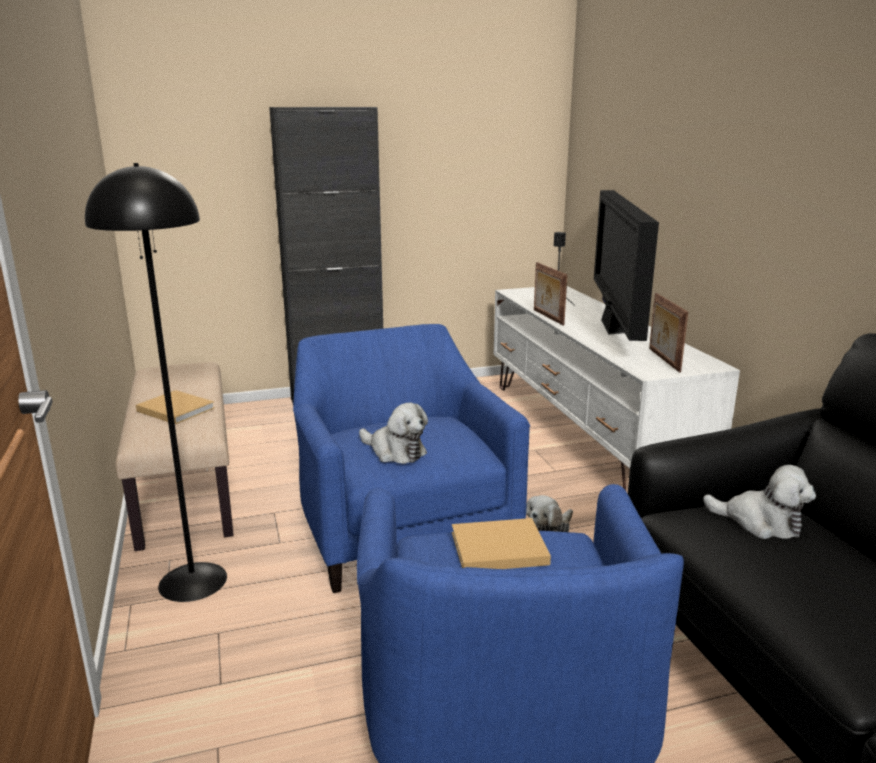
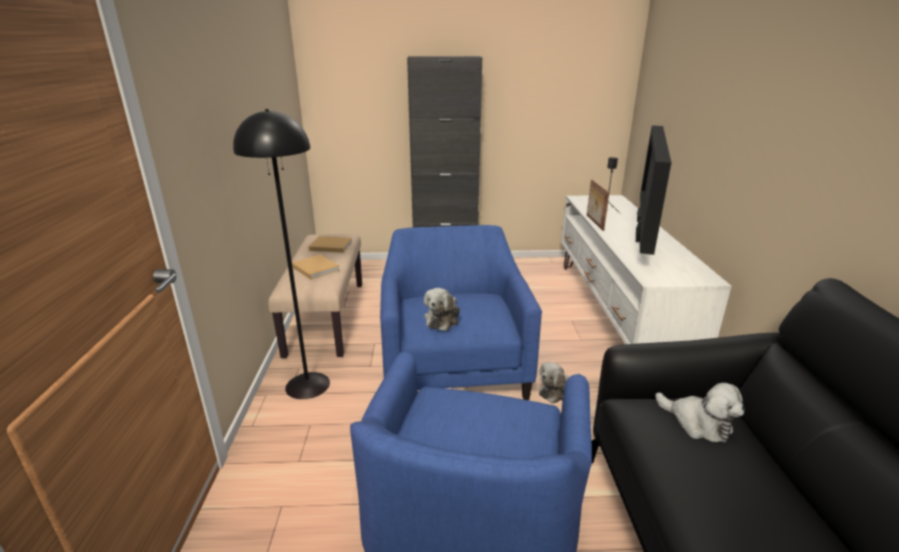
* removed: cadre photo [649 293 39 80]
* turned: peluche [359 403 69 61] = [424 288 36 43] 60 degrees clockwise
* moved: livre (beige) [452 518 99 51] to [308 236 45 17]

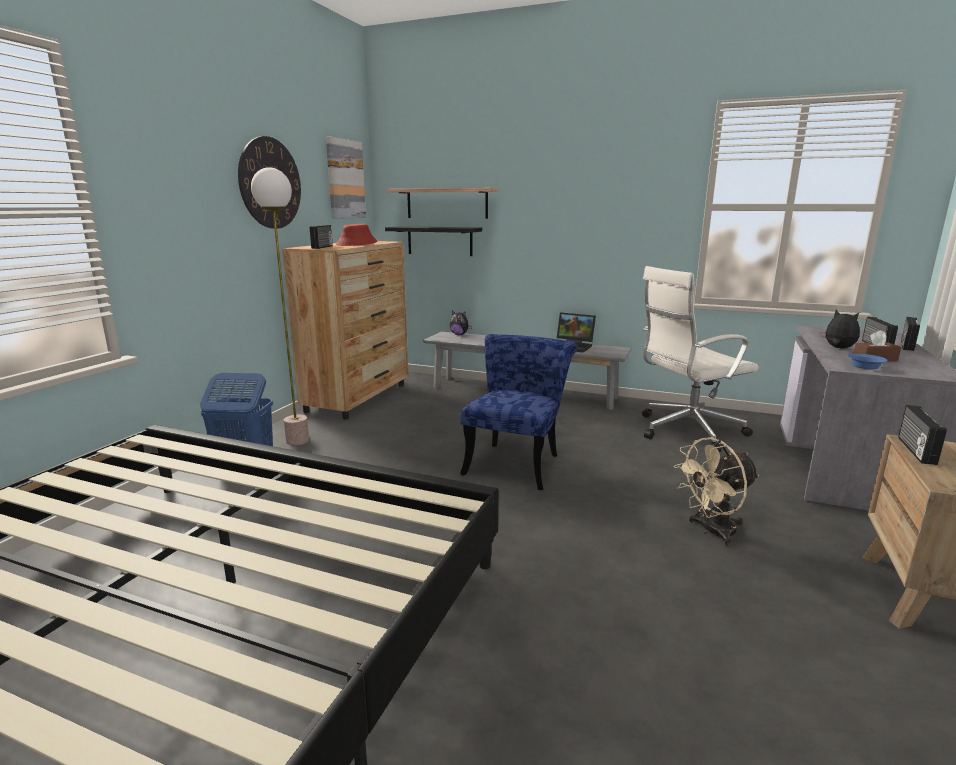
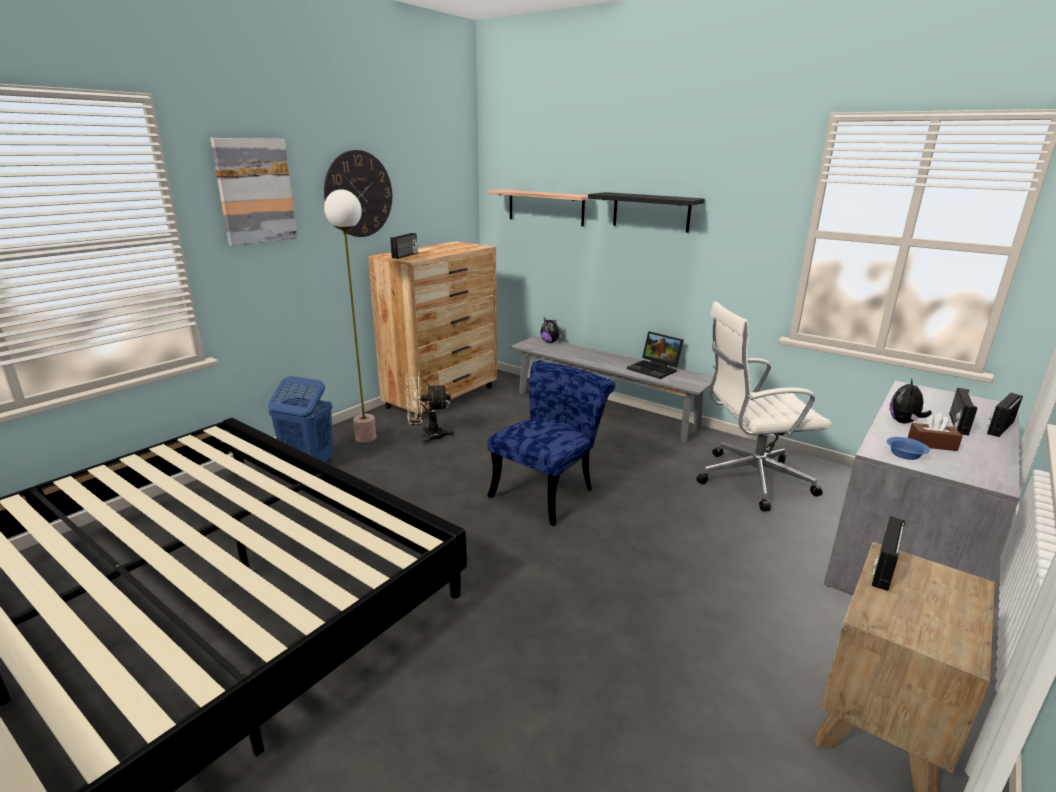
* moved: tableau [326 136 40 83] to [210 138 87 108]
* removed: chapeau (rouge) [336 224 42 22]
* moved: étagère (noir) [385 226 97 30] to [588 192 117 41]
* turned: peluche [820 310 40 39] = [890 378 42 45] 135 degrees counterclockwise
* moved: ventilateur (beige) [674 437 85 110] to [406 373 48 72]

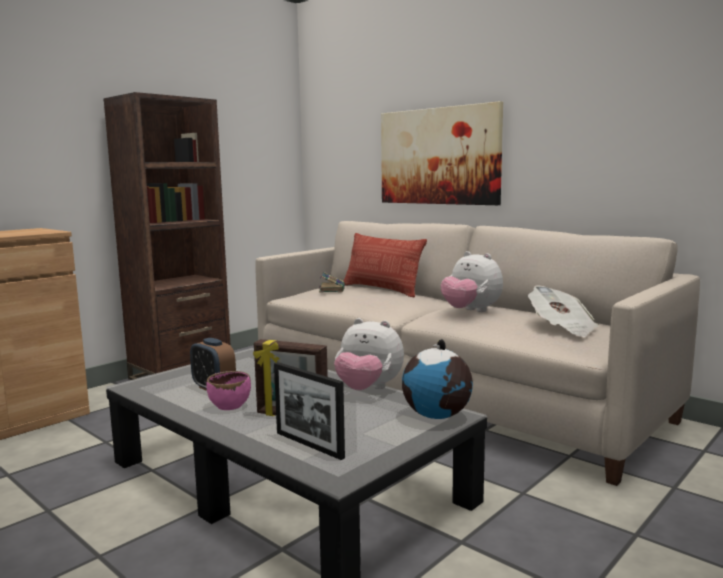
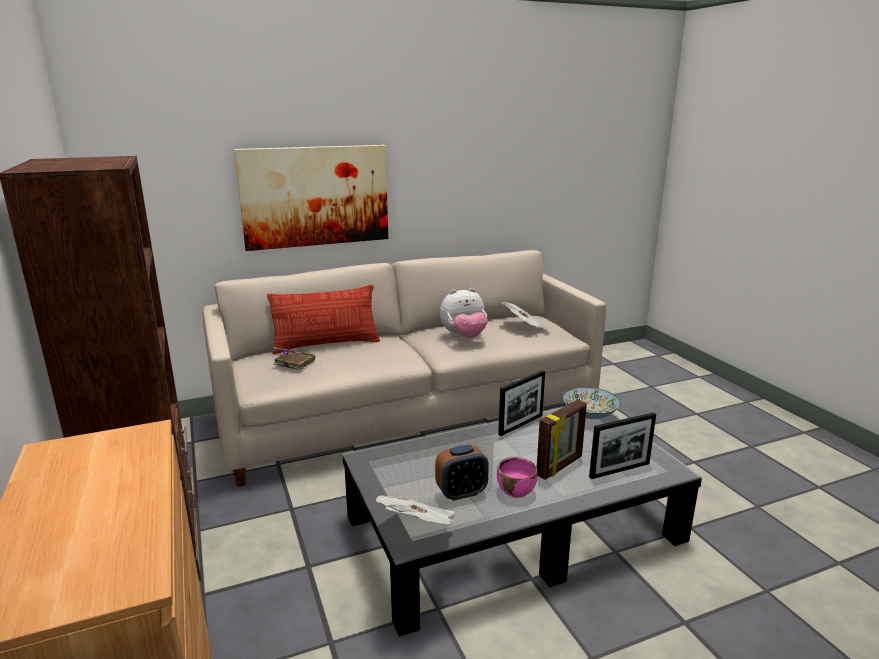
* replaced: peluche [334 318 70 72] to cadre photo [498 370 47 66]
* replaced: globe [402 339 71 80] to bol [563 387 58 32]
* added: journal [376 495 79 30]

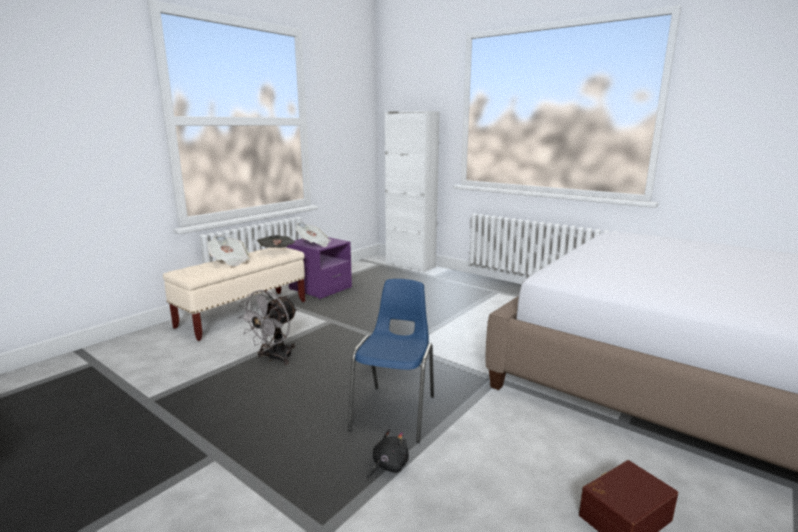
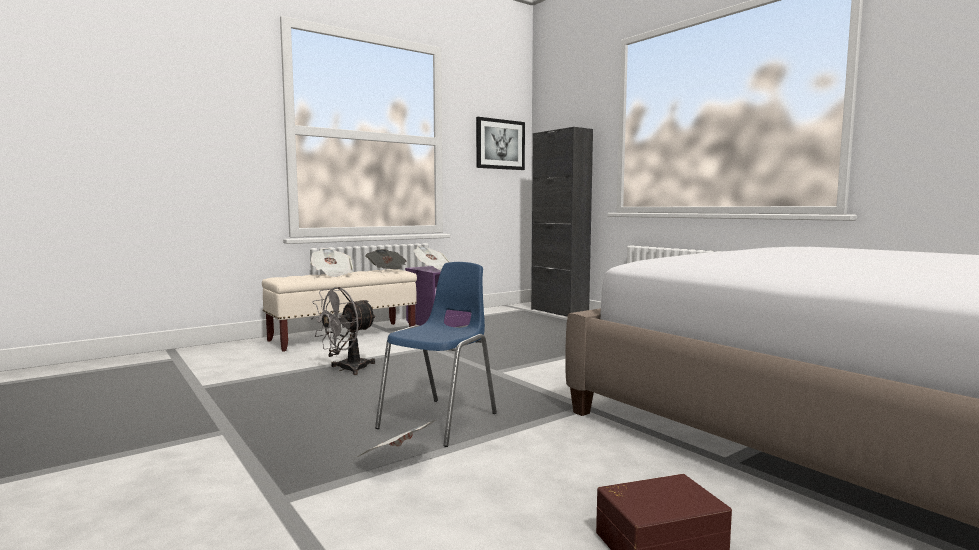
* recoloured: meuble de rangement (blanc) [385 111 55 161] to meuble de rangement (noir) [531 127 62 190]
* replaced: peluche (noir) [367 429 42 51] to journal [357 420 79 37]
* added: tableau [476 117 49 53]

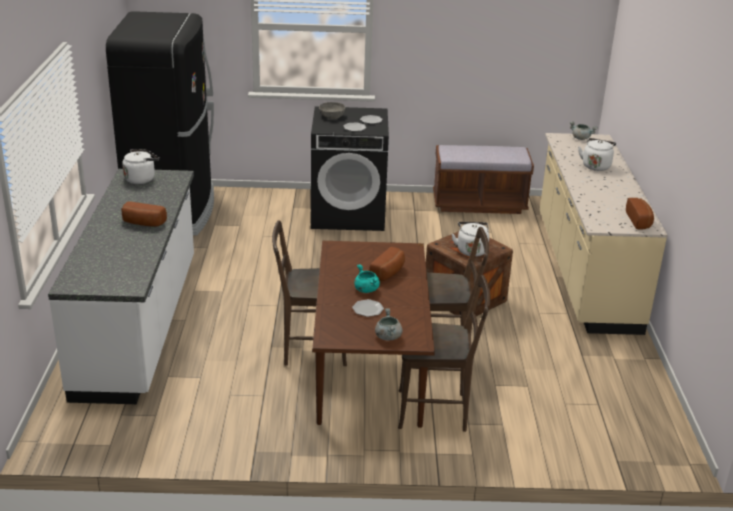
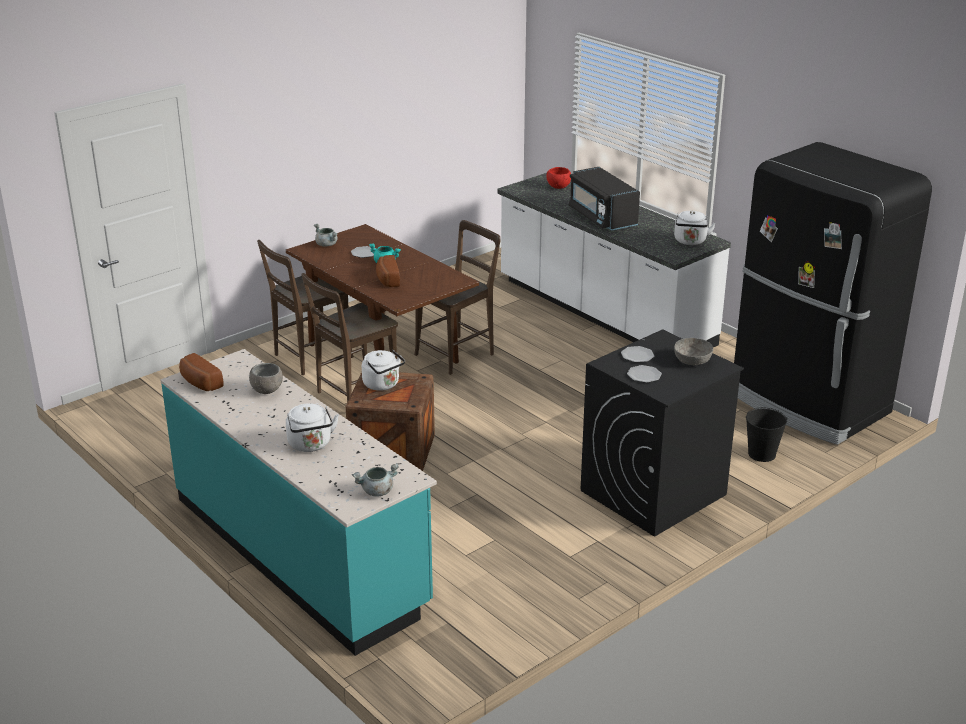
* recoloured: comptoir de cuisine (beige) [540 133 128 202] to comptoir de cuisine (turquoise) [160 349 277 307]
* removed: banc (marron) [433 145 101 69]
* replaced: pain [121 201 46 25] to micro-ondes (noir) [569 167 71 63]
* added: bol (rouge) [546 167 25 22]
* added: bol (gris) [249 363 34 31]
* added: seau (noir) [746 407 41 55]

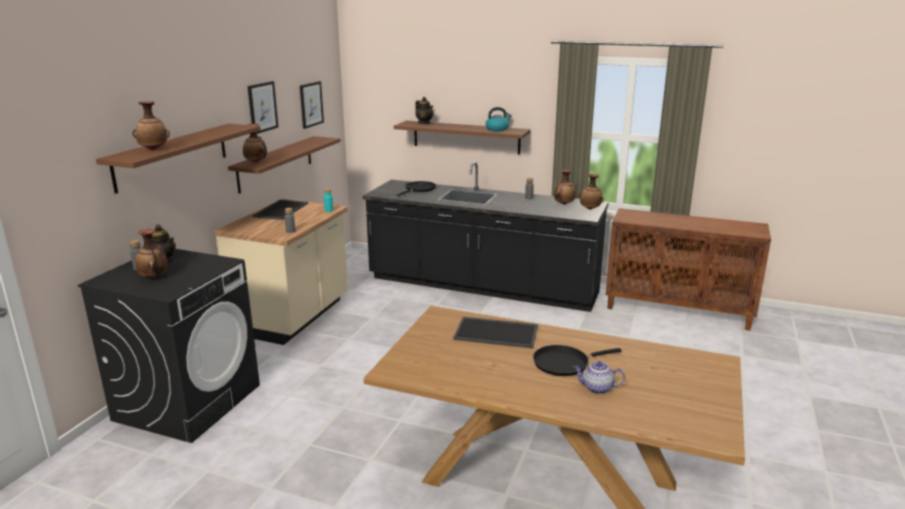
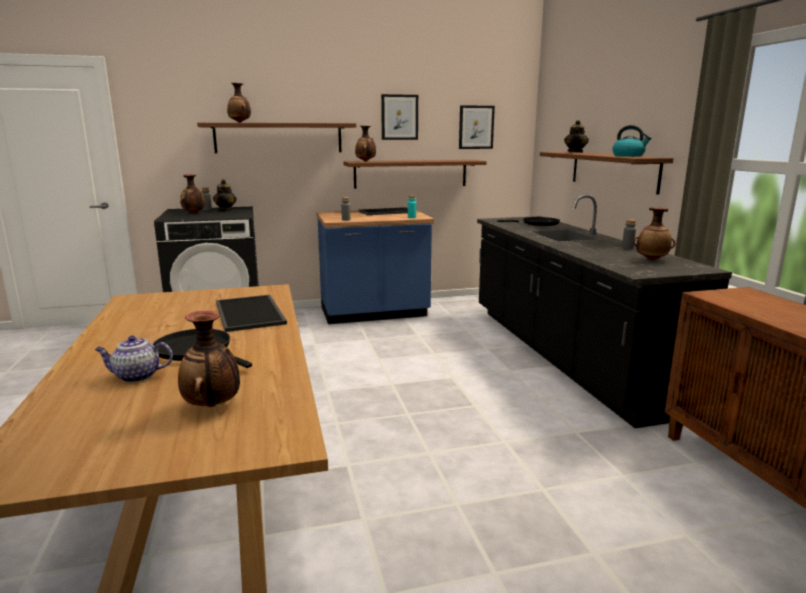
* moved: vase [579 174 25 36] to [178 311 62 96]
* recoloured: comptoir de cuisine (beige) [215 199 133 146] to comptoir de cuisine (bleu) [316 210 118 114]
* turned: théière [573 361 52 33] = [94 336 79 47] 75 degrees counterclockwise

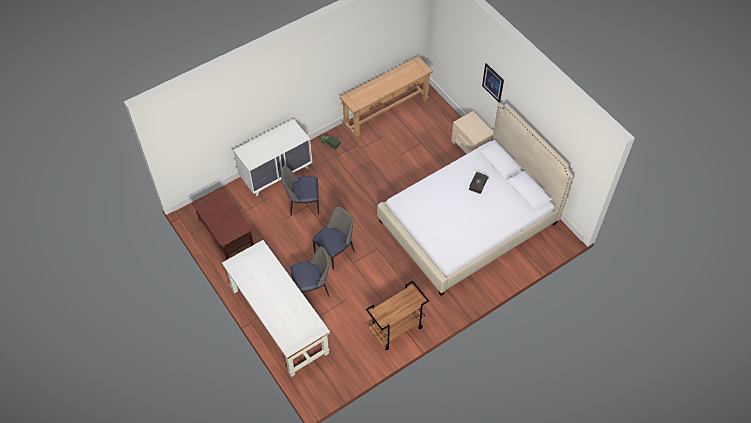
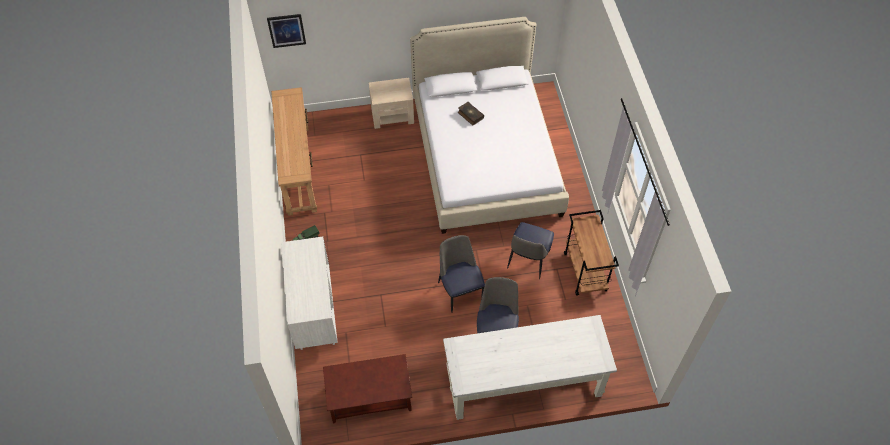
* moved: tableau [482 63 22 39] to [267 14 39 34]
* moved: chaise [281 165 38 50] to [507 222 47 57]

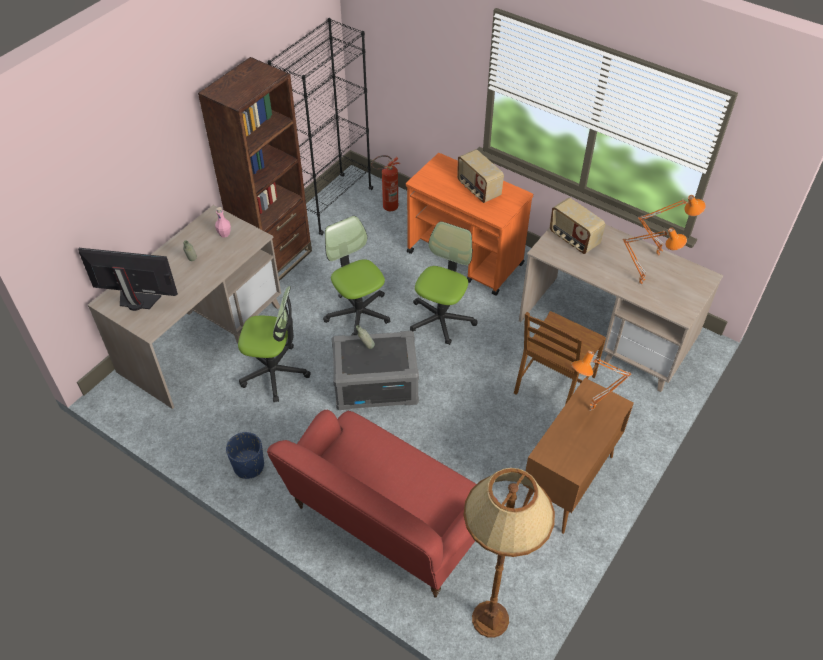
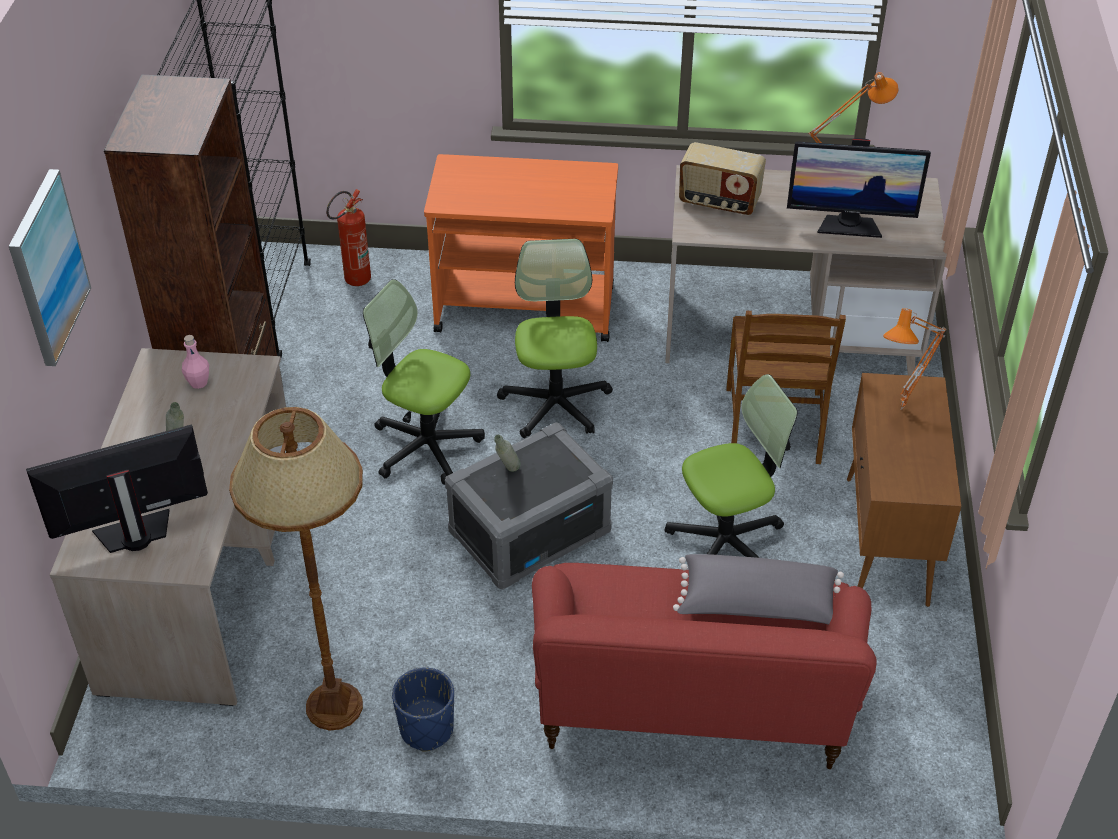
* removed: radio [457 149 47 54]
* replaced: lampe de table (orange) [623 228 64 57] to écran d'ordinateur [787 138 144 100]
* moved: chaise de bureau [238 286 73 117] to [665 374 133 184]
* moved: lampadaire (marron) [463 468 92 170] to [229 407 134 324]
* added: tableau [9 169 82 197]
* added: coussin (gris) [673 554 171 71]

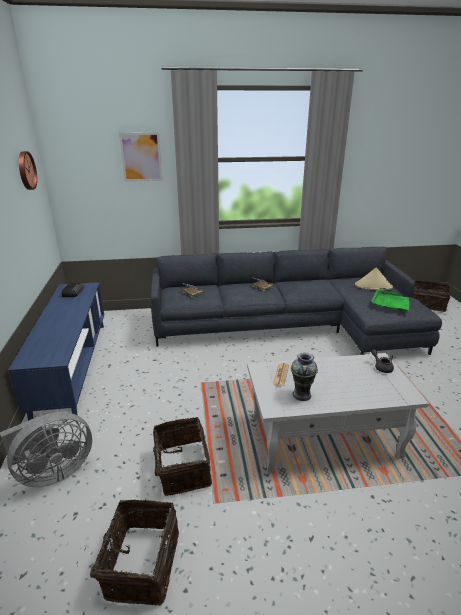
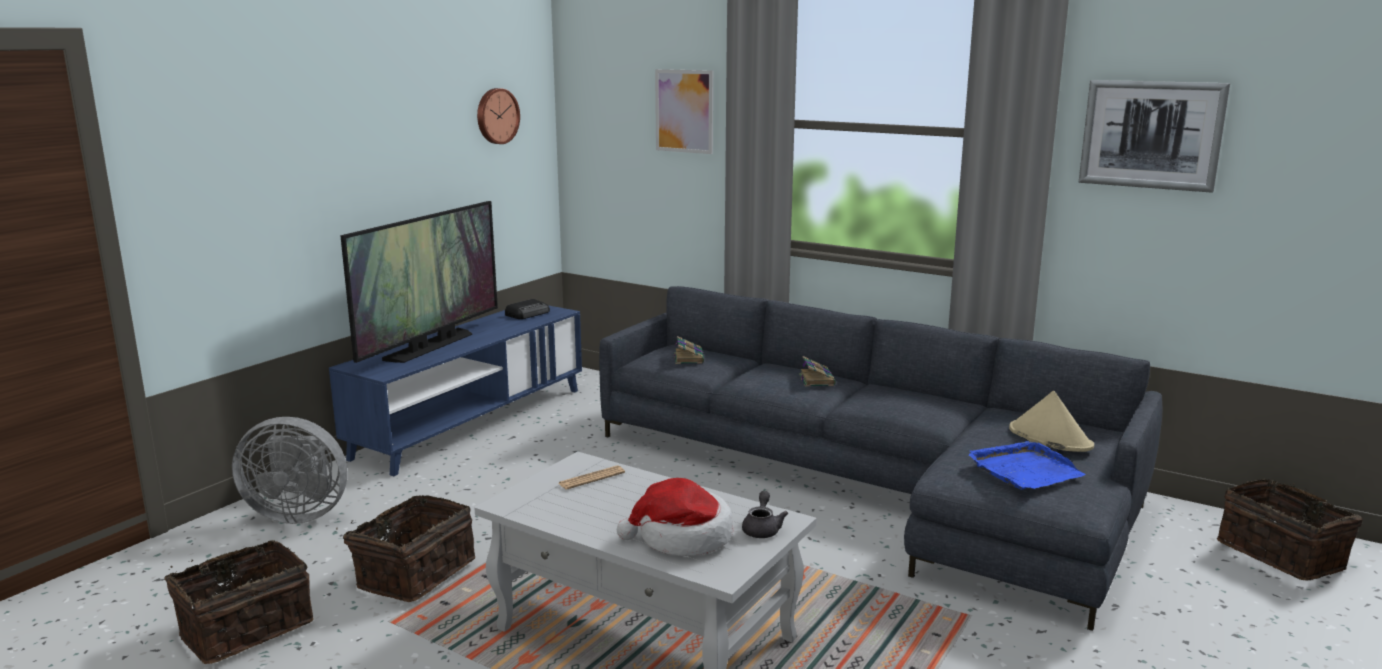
* recoloured: plateau (vert) [371 290 38 21] to plateau (bleu) [969 441 117 49]
* removed: vase [291 352 27 49]
* added: tableau [1079 80 151 113]
* added: téléviseur [340 201 158 162]
* added: chapeau [617 478 116 78]

